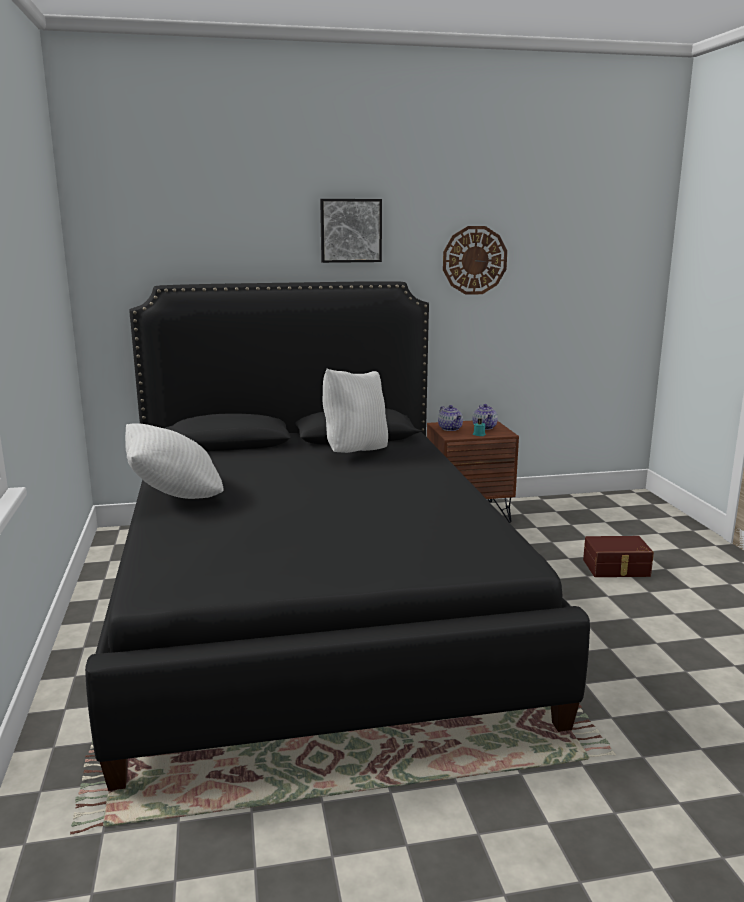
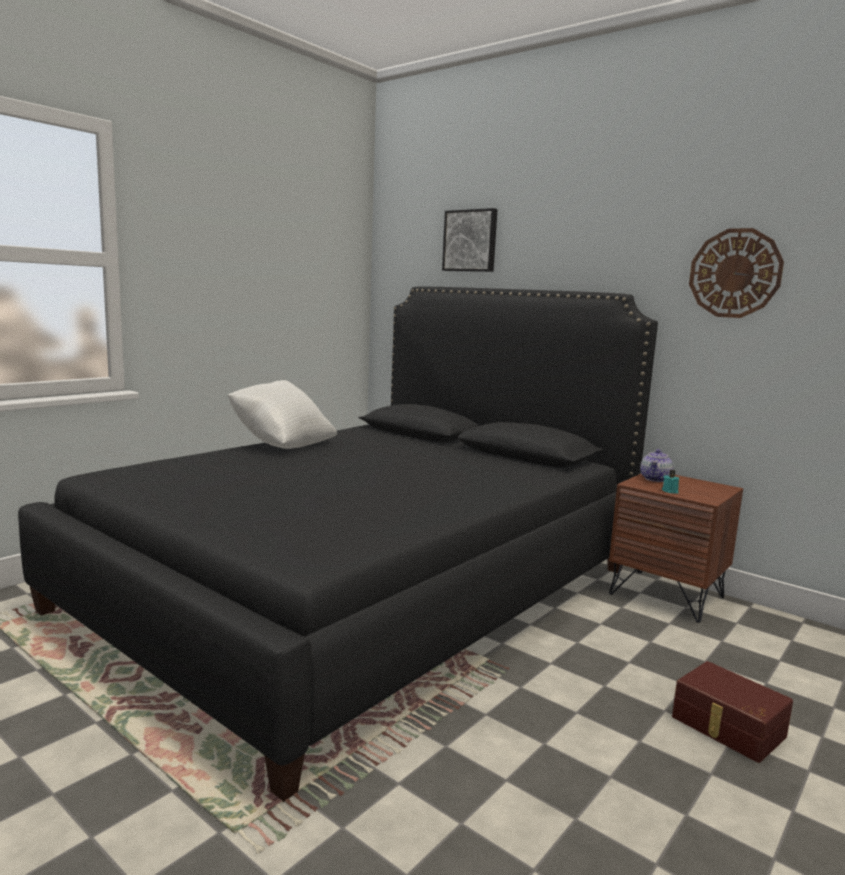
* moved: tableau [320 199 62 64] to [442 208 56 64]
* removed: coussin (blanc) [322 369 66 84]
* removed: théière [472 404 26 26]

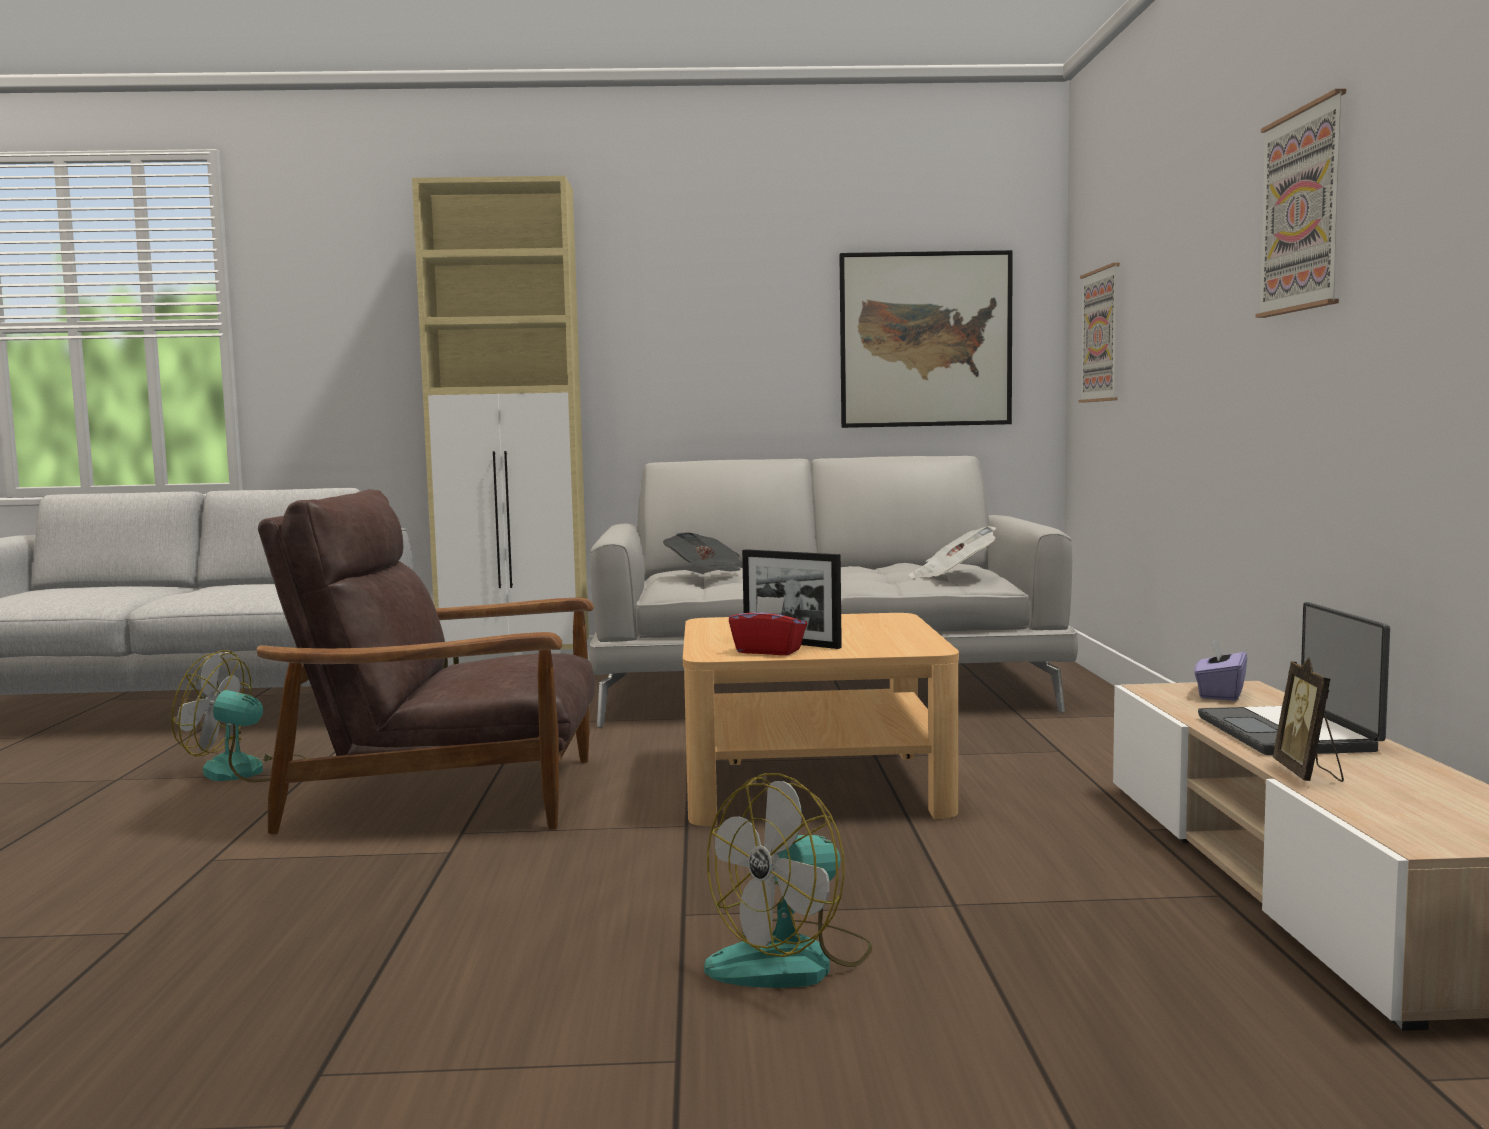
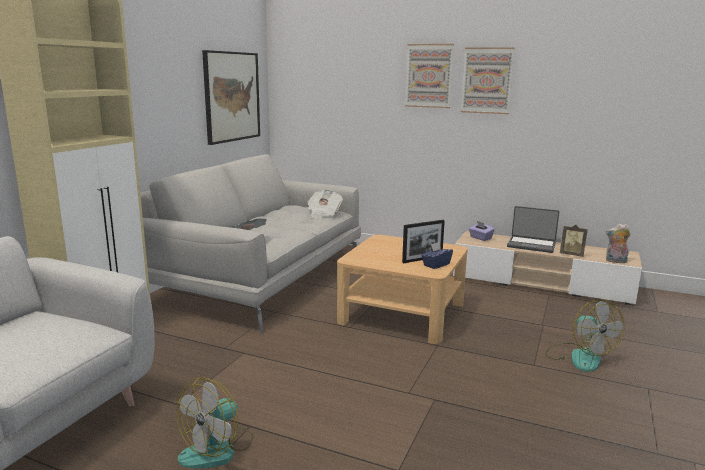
* moved: tableau [1078 263 42 140] to [405 44 49 64]
* removed: fauteuil (marron) [257 489 338 345]
* recoloured: boîte à mouchoirs (rouge) [729 596 78 59] to boîte à mouchoirs (bleu) [421 242 32 27]
* added: peluche [606 224 24 39]

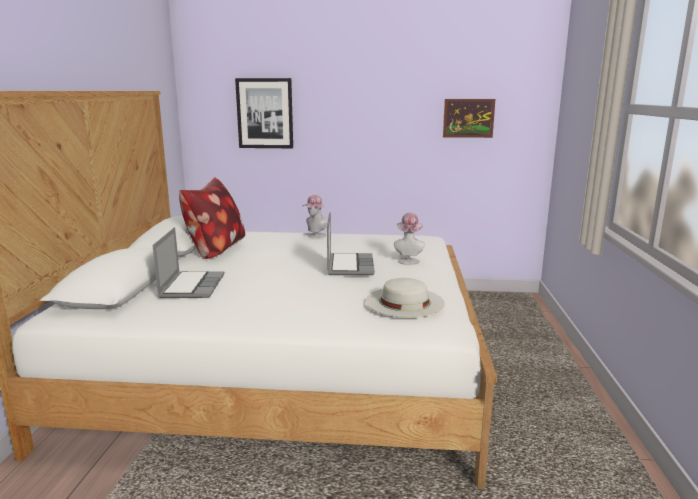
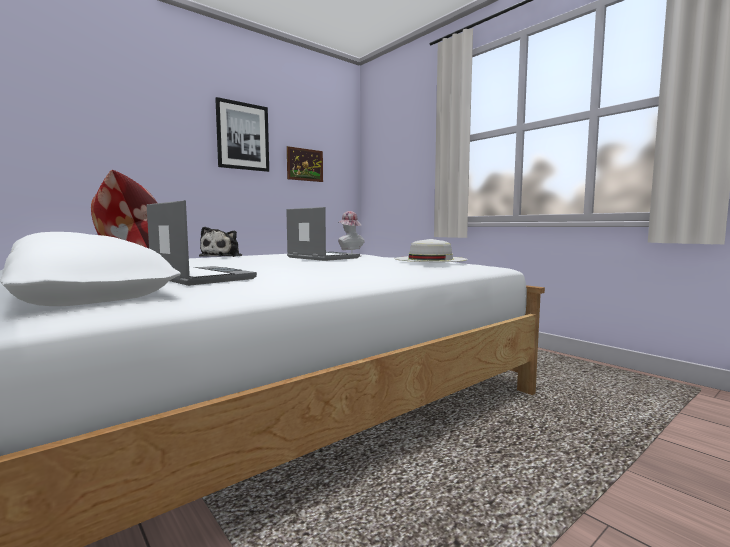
* moved: tableau [235 78 58 70] to [215 97 54 75]
* replaced: chapeau [303 195 24 43] to peluche [199 227 43 30]

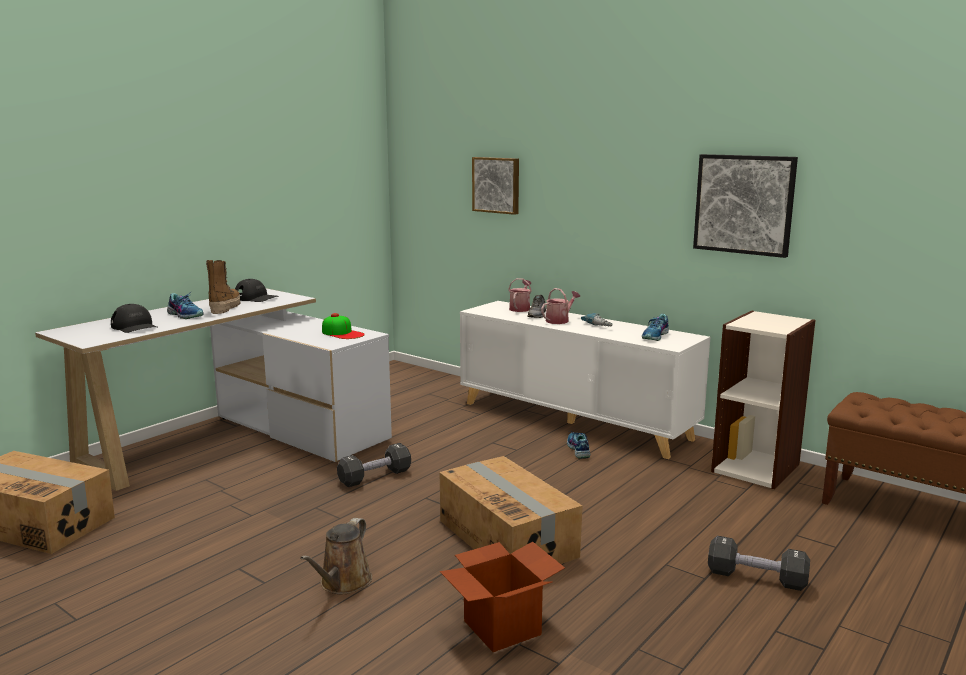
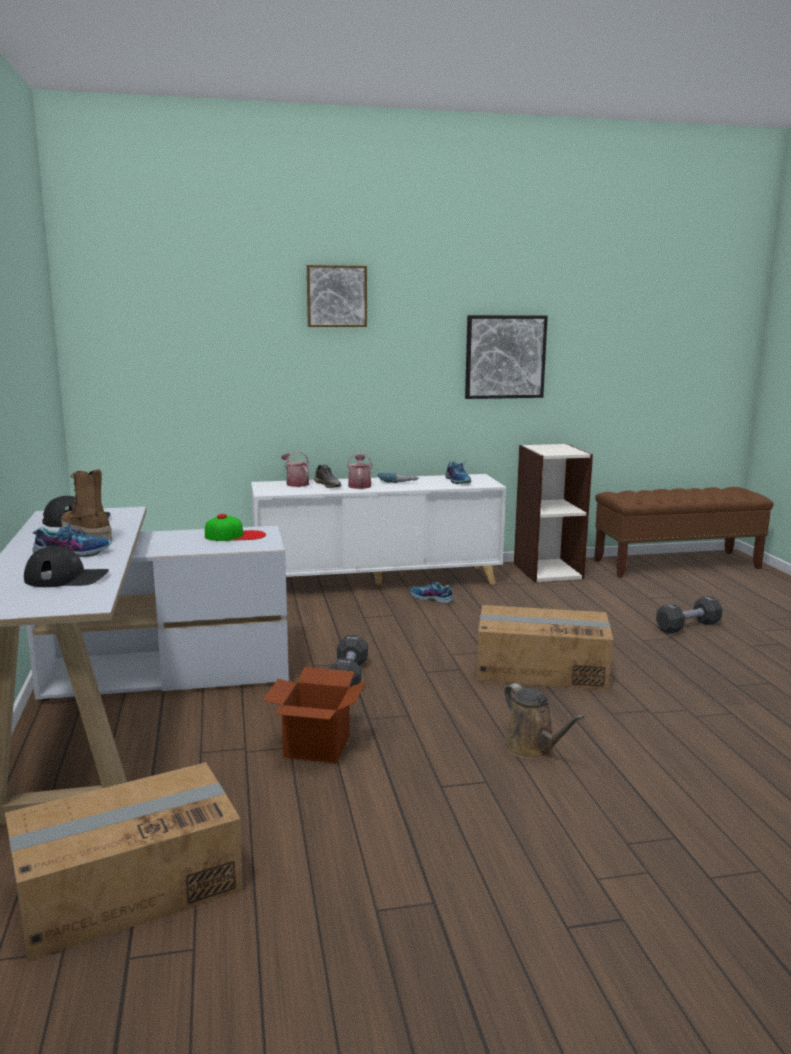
* moved: tableau [472 157 47 58] to [307 265 60 62]
* moved: carton [440 542 125 110] to [262 667 104 96]

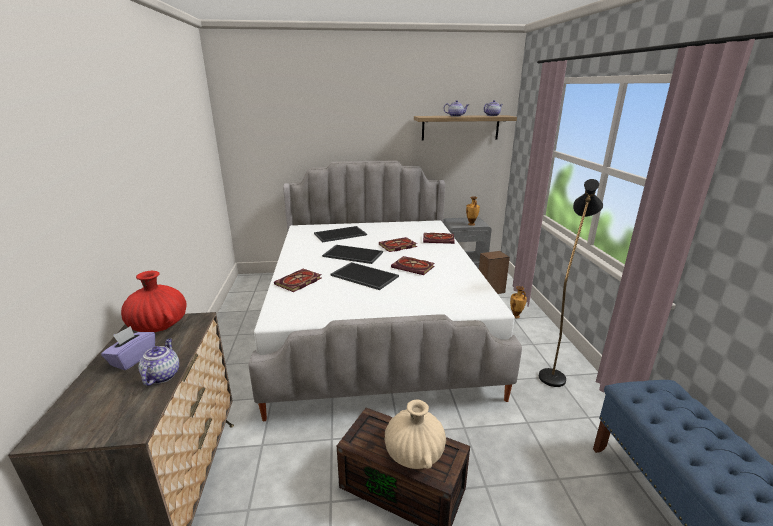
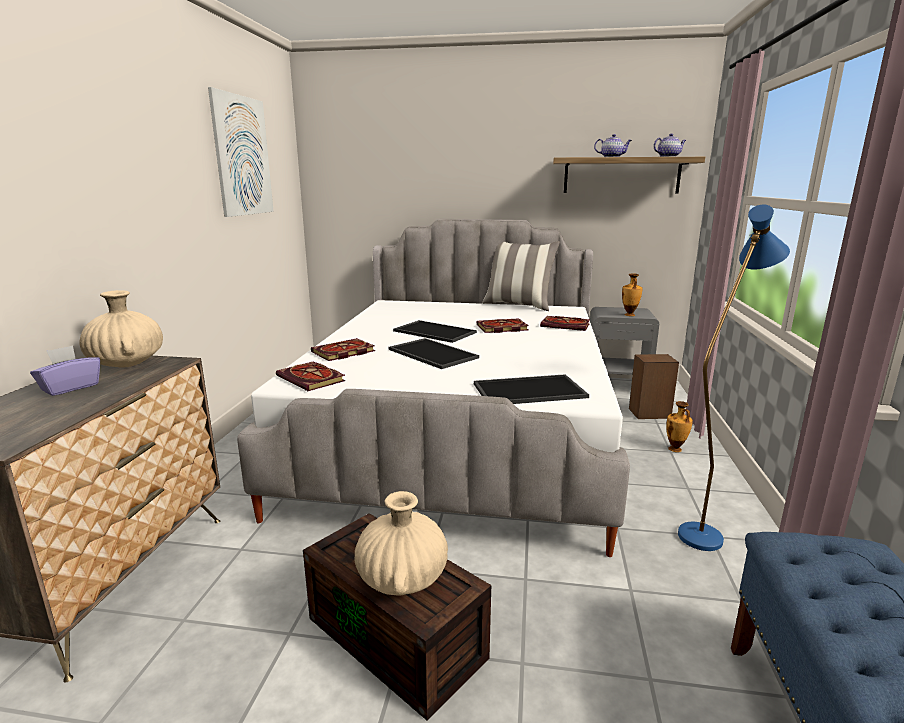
* recoloured: lampadaire (noir) [539 179 64 208] to lampadaire (bleu) [678 205 112 346]
* moved: plateau [314 226 53 16] to [474 374 115 30]
* moved: livre [391 256 44 19] to [276 361 70 30]
* recoloured: vase (rouge) [121 271 66 61] to vase (beige) [79 290 84 77]
* removed: théière [139 339 40 47]
* added: tableau [208 87 66 130]
* added: coussin [482 241 78 70]

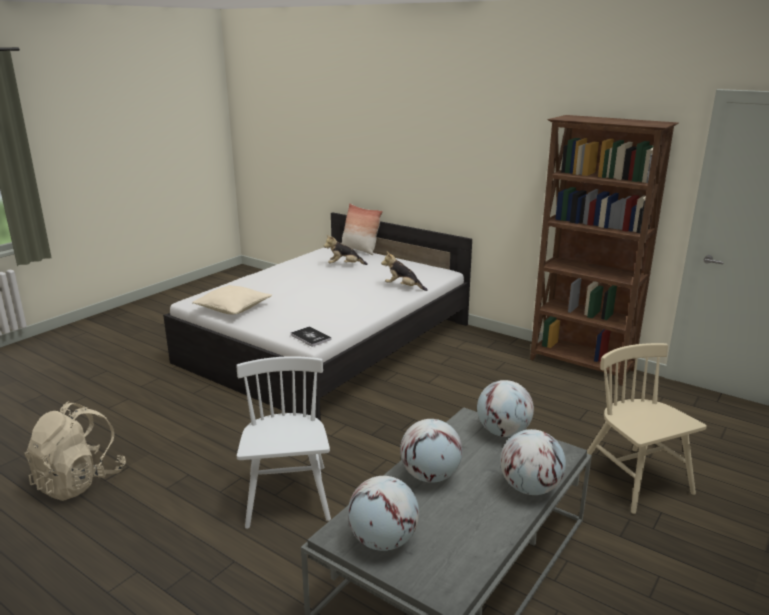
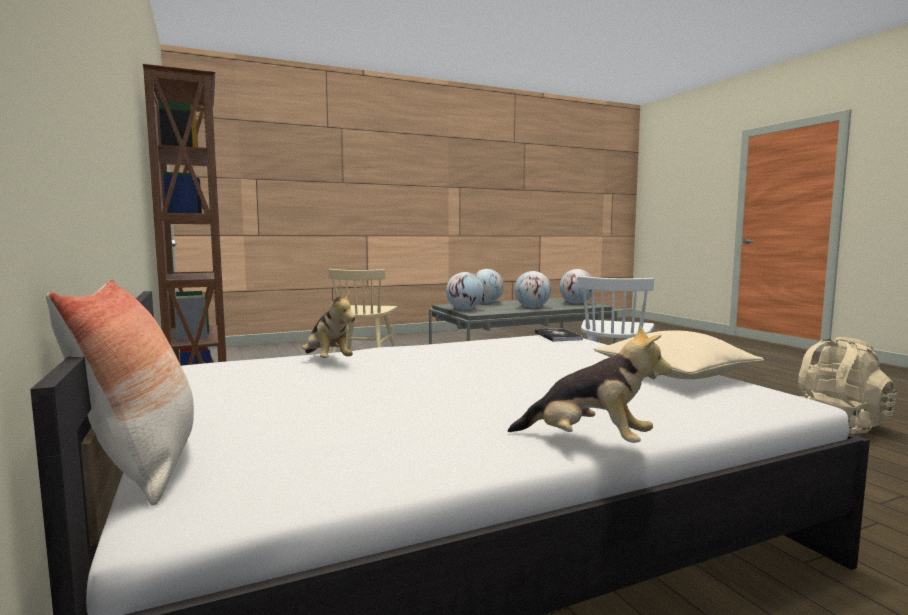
* moved: peluche [324 235 44 30] to [508 325 164 118]

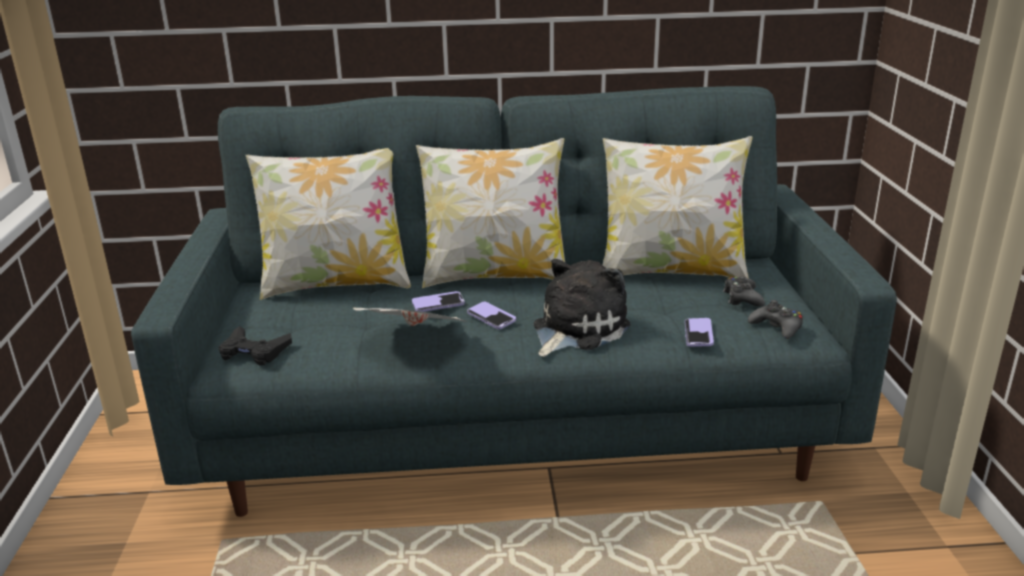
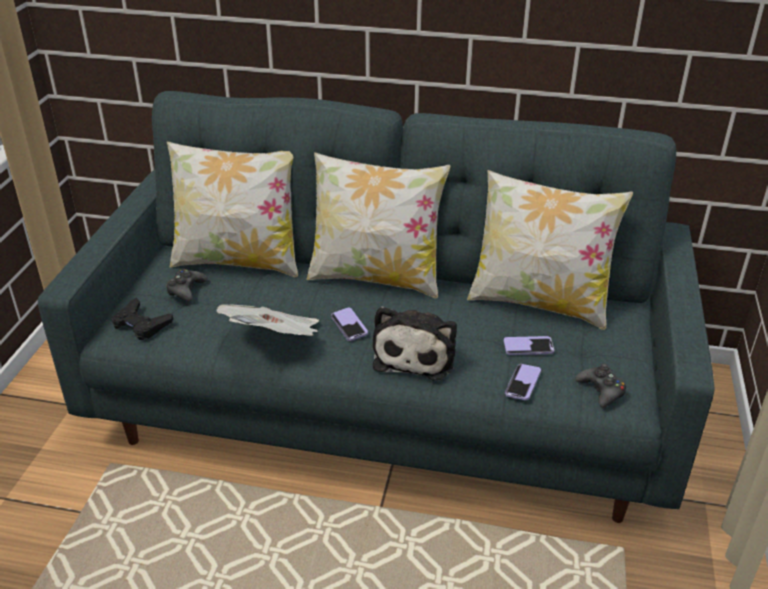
* turned: peluche [533 259 98 98] = [372 306 85 75] 135 degrees clockwise
* moved: manette (noir) [723 276 42 31] to [167 269 41 32]
* moved: téléphone [412 291 53 21] to [503 336 51 19]

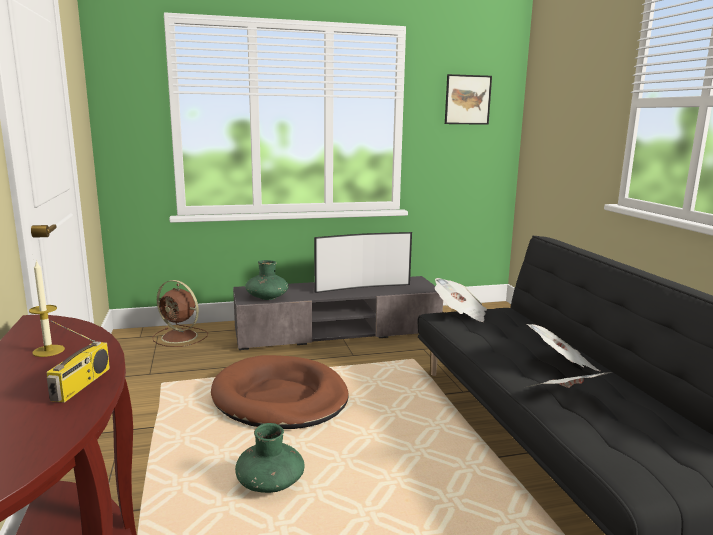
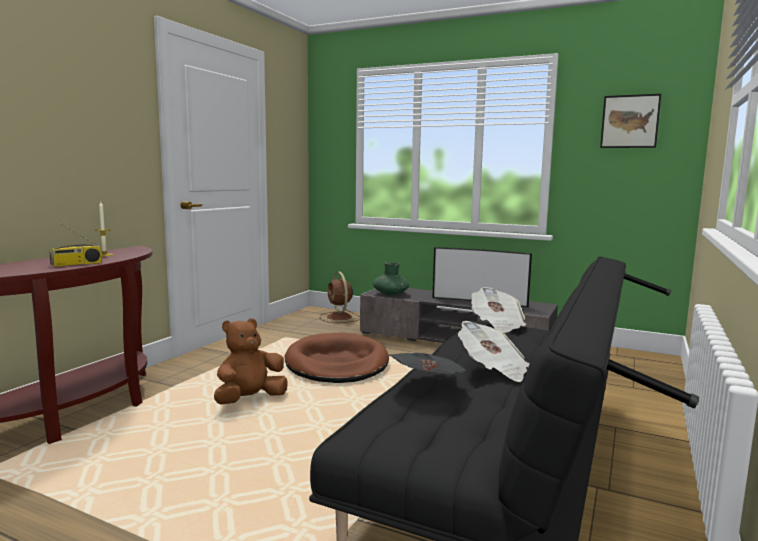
* replaced: vase (vert) [235 423 69 70] to peluche (marron) [214 318 74 86]

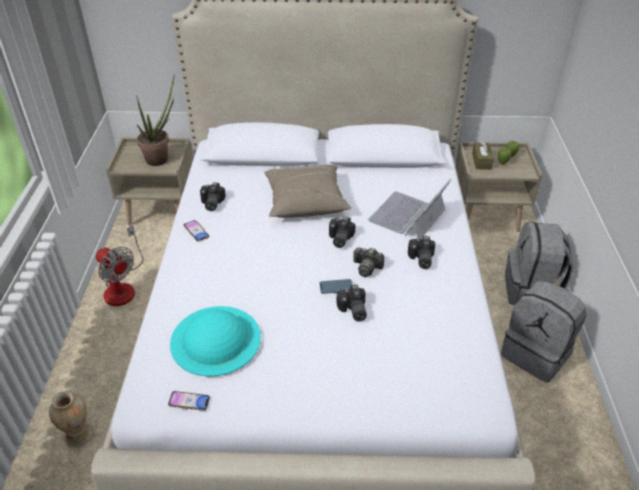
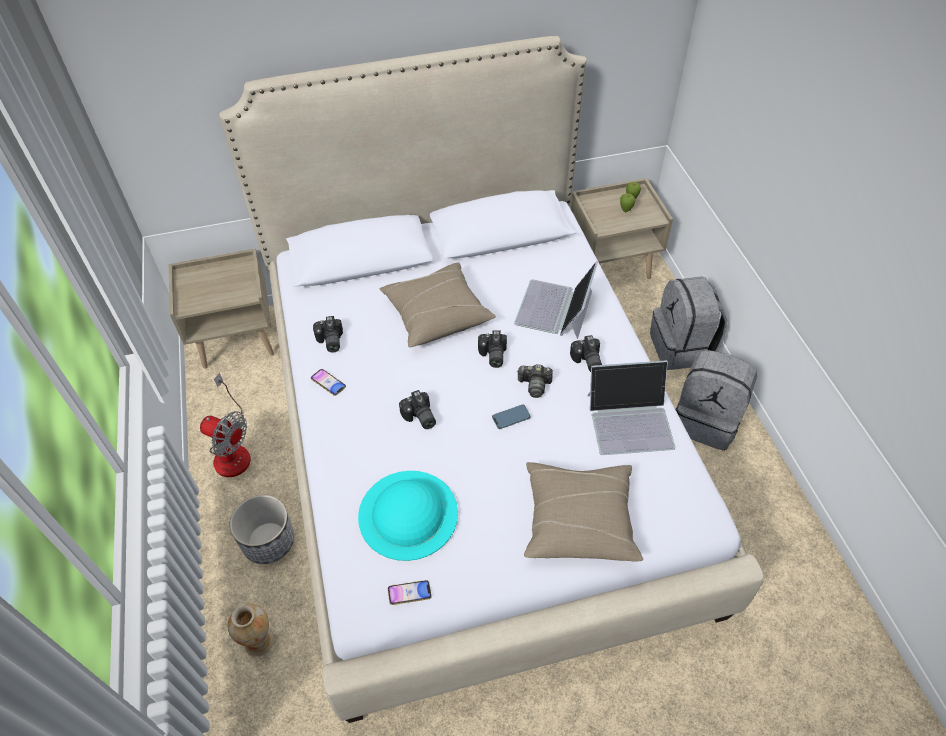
* removed: plante en pot [136 75 38 91]
* removed: boîte à mouchoirs (marron) [472 140 22 30]
* moved: appareil photo [337 285 30 37] to [399 390 37 39]
* added: ordinateur portable [587 360 88 95]
* added: coussin (beige) [524 462 119 99]
* added: cache-pot [229 495 65 69]

